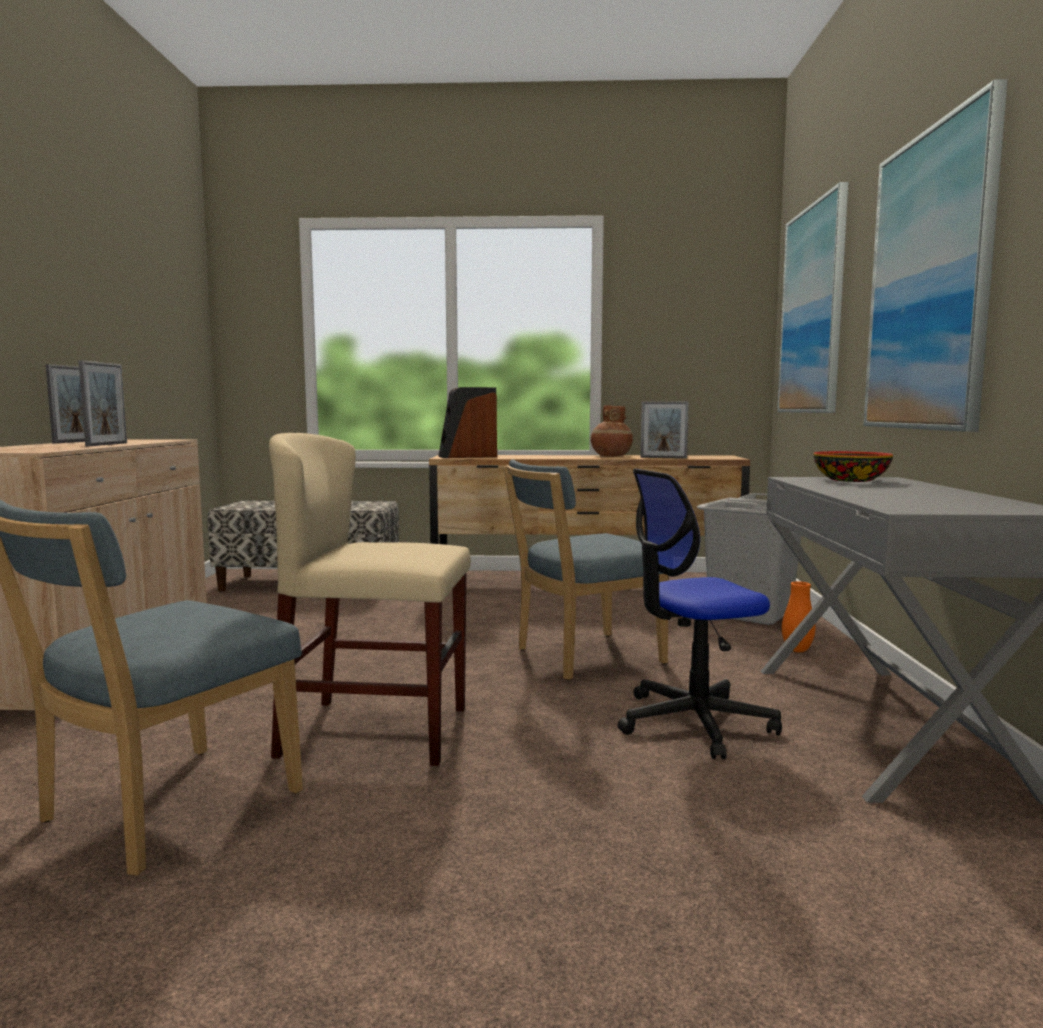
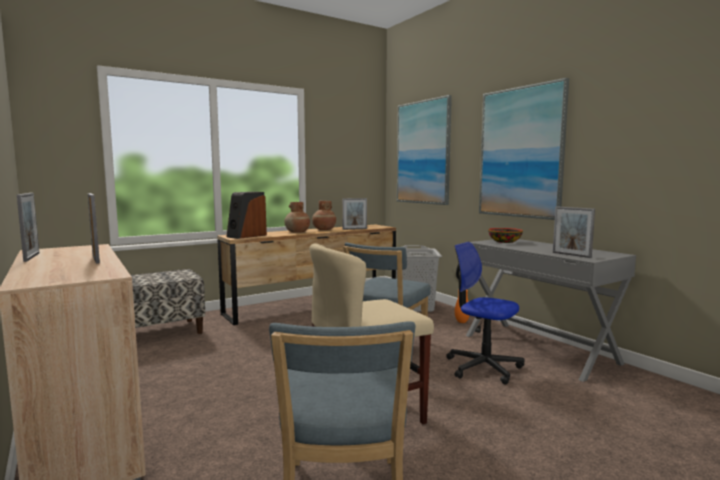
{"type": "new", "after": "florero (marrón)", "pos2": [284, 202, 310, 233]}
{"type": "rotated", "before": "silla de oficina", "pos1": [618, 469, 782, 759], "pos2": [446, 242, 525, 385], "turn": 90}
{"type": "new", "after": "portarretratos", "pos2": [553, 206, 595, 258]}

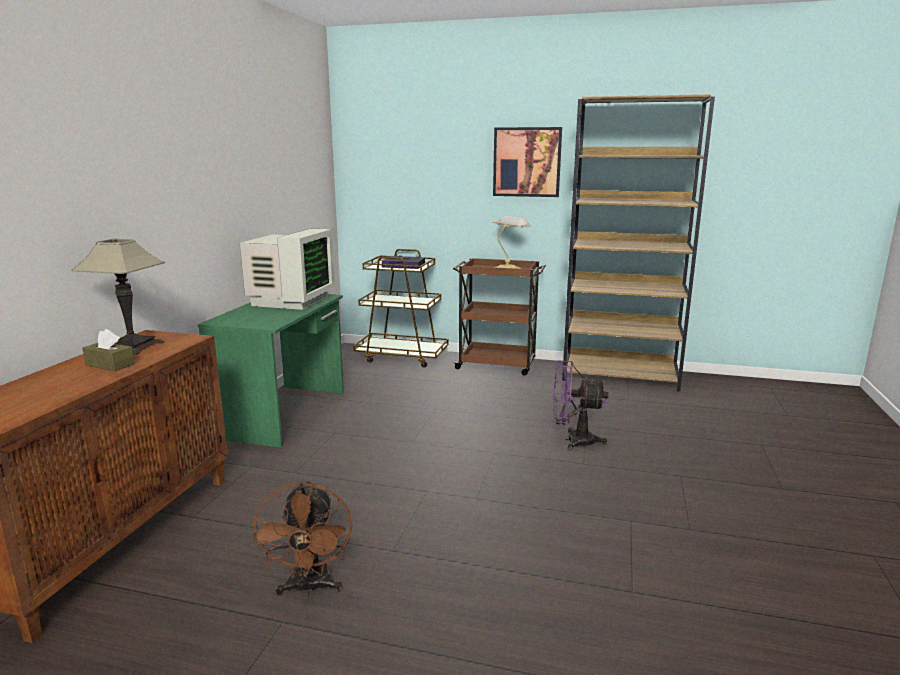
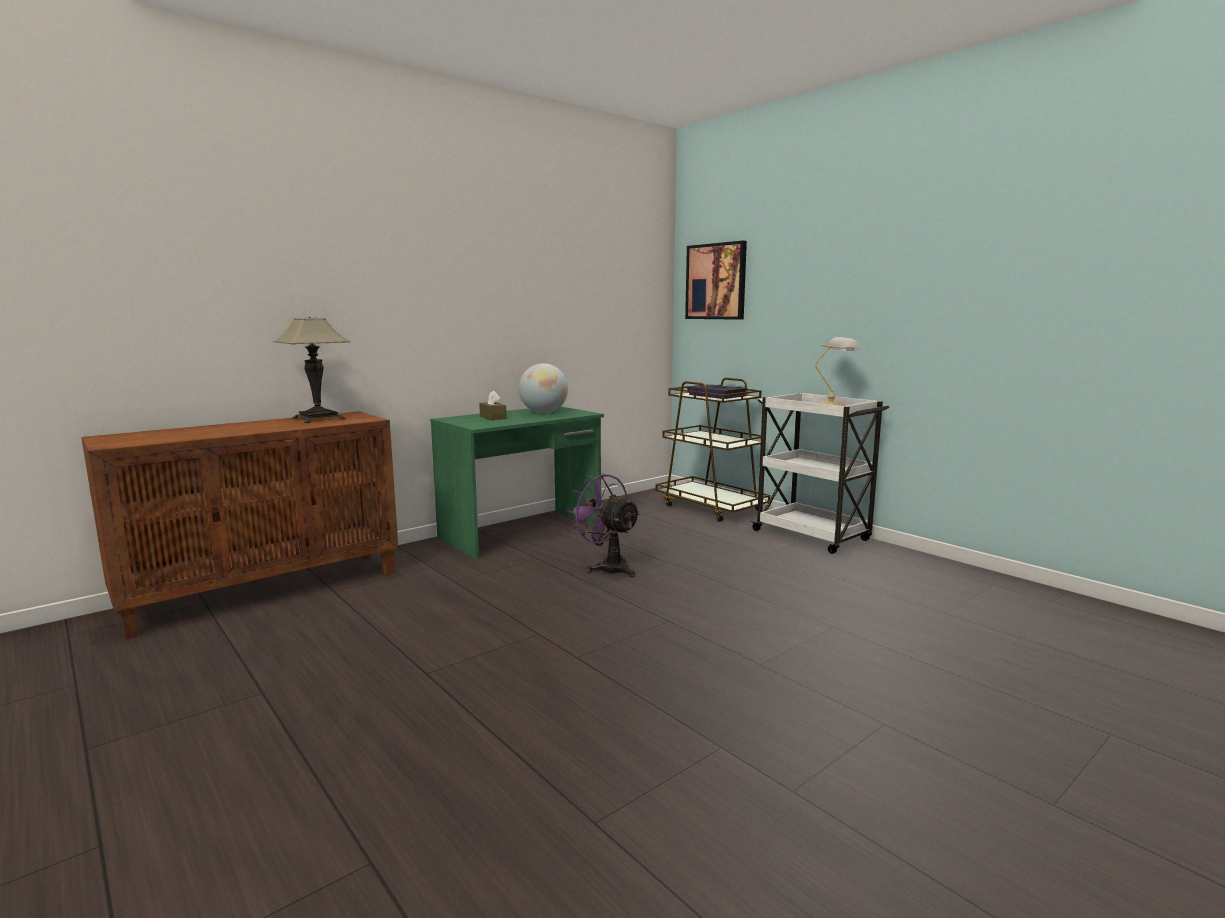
{"type": "shifted", "before": "caja de pañuelos (marrón)", "pos1": [82, 329, 134, 371], "pos2": [479, 391, 507, 420]}
{"type": "swapped", "before": "monitor", "after": "globo terráqueo", "pos1": [240, 229, 335, 310], "pos2": [519, 363, 568, 413]}
{"type": "shifted", "before": "ventilador (morado)", "pos1": [553, 361, 609, 450], "pos2": [566, 473, 641, 577]}
{"type": "shifted", "before": "cuadro", "pos1": [493, 127, 562, 197], "pos2": [685, 241, 747, 320]}
{"type": "repainted", "before": "carrito (marrón)", "after": "carrito (blanco)", "pos1": [452, 258, 546, 376], "pos2": [750, 392, 889, 554]}
{"type": "gone", "before": "ventilador (marrón)", "pos1": [250, 480, 352, 597]}
{"type": "gone", "before": "estantería (marrón)", "pos1": [562, 94, 715, 392]}

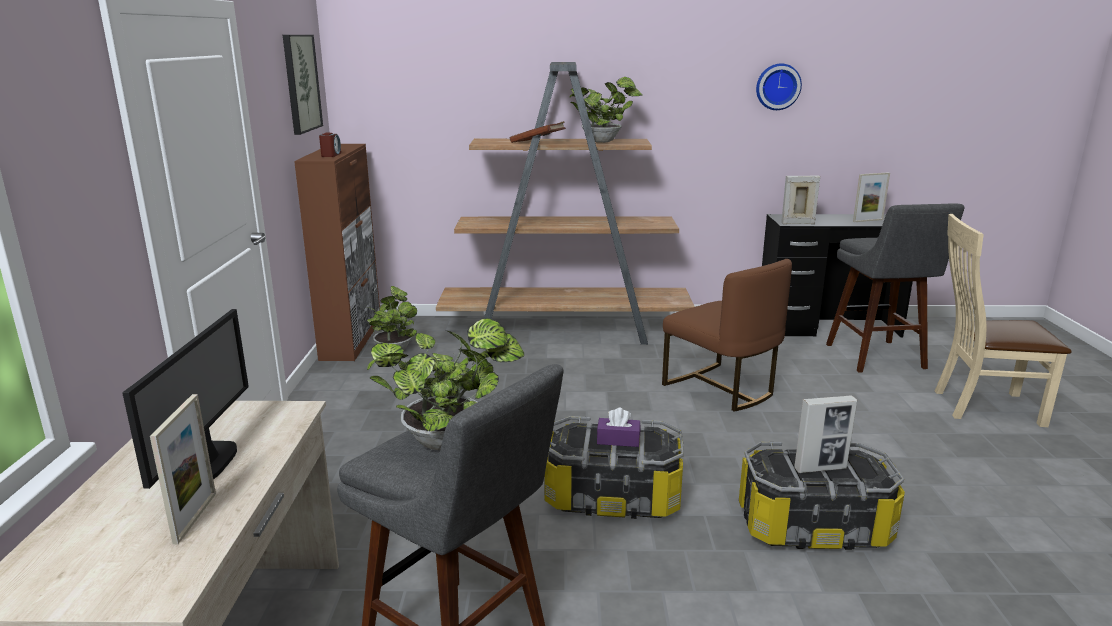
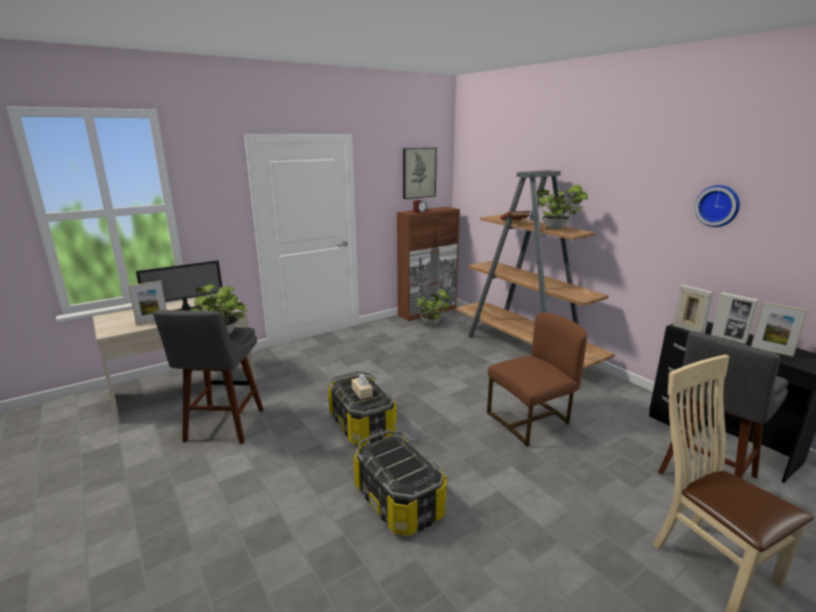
{"type": "repainted", "before": "caja de pañuelos (morado)", "after": "caja de pañuelos (beis)", "pos1": [597, 408, 641, 447], "pos2": [352, 374, 373, 399]}
{"type": "rotated", "before": "silla (marrón)", "pos1": [662, 259, 792, 412], "pos2": [487, 312, 587, 447], "turn": -135}
{"type": "shifted", "before": "portarretratos", "pos1": [794, 395, 857, 473], "pos2": [711, 292, 759, 344]}

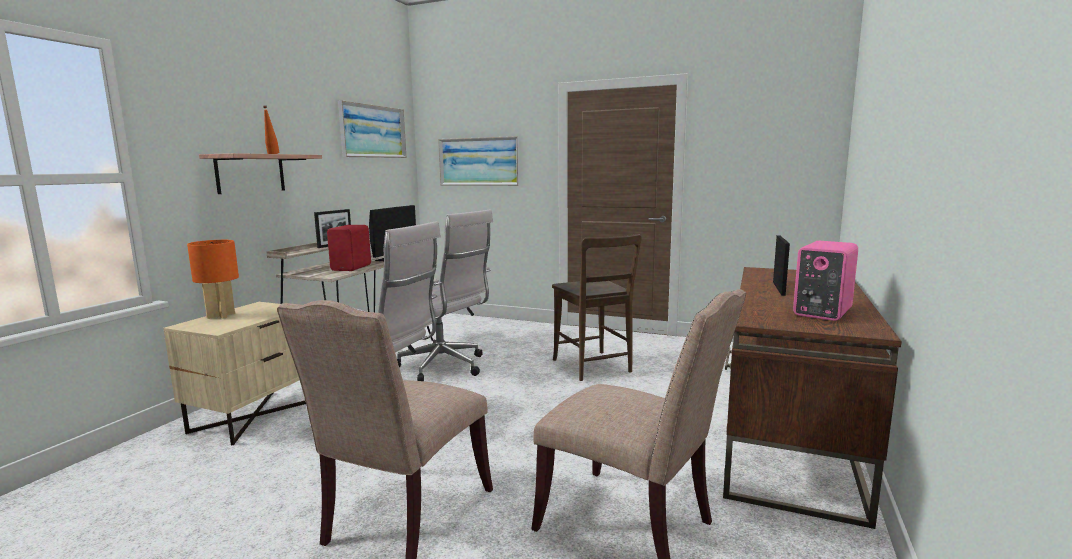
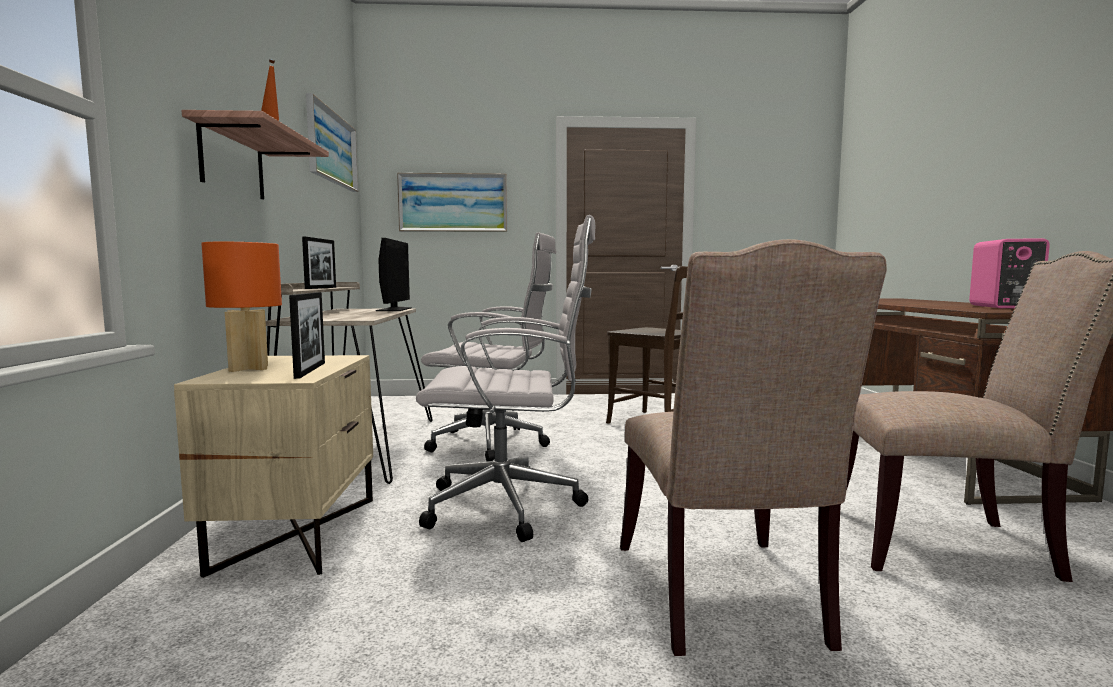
{"type": "shifted", "before": "portarretratos", "pos1": [773, 235, 790, 296], "pos2": [289, 292, 325, 379]}
{"type": "gone", "before": "altavoz (rojo)", "pos1": [327, 225, 371, 271]}

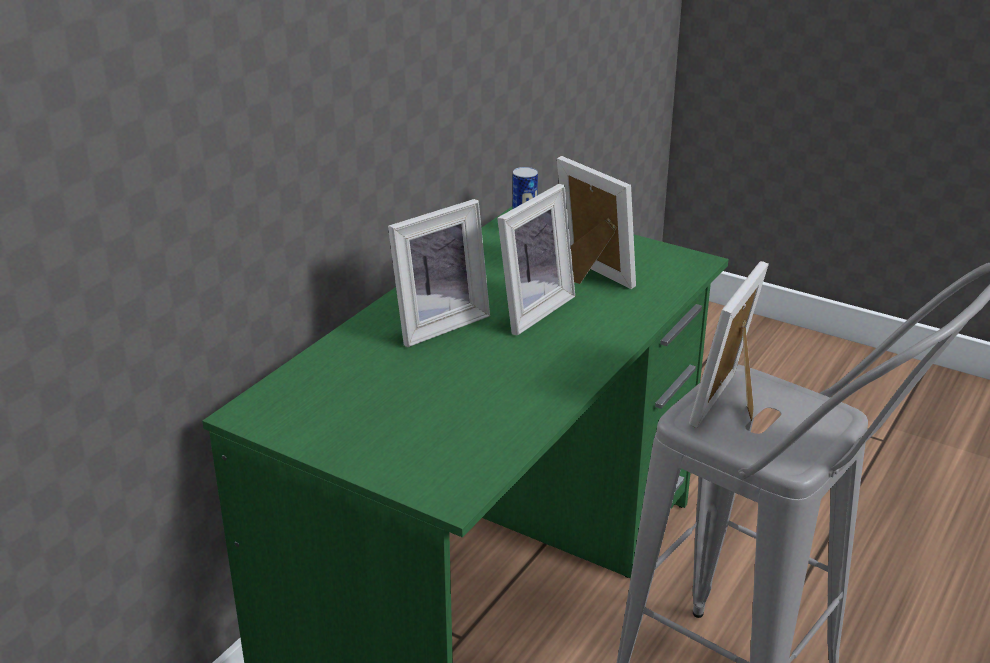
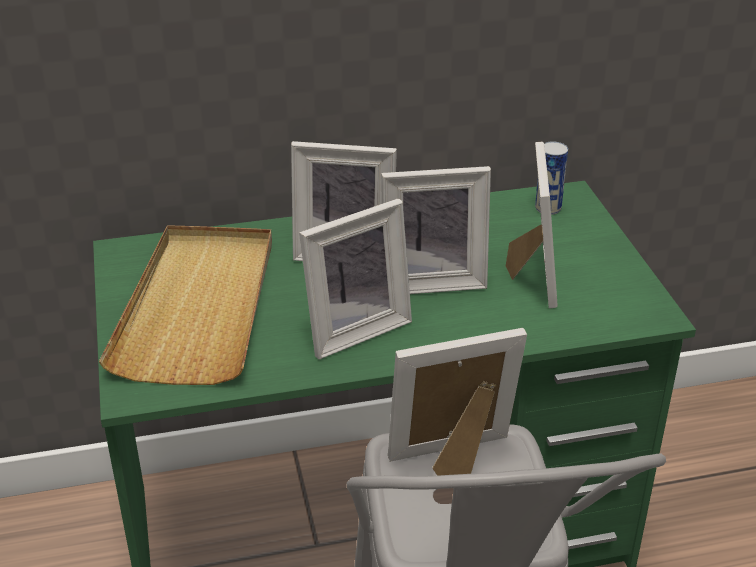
{"type": "new", "after": "bandeja (beis)", "pos2": [99, 225, 272, 385]}
{"type": "new", "after": "portarretratos", "pos2": [299, 199, 412, 359]}

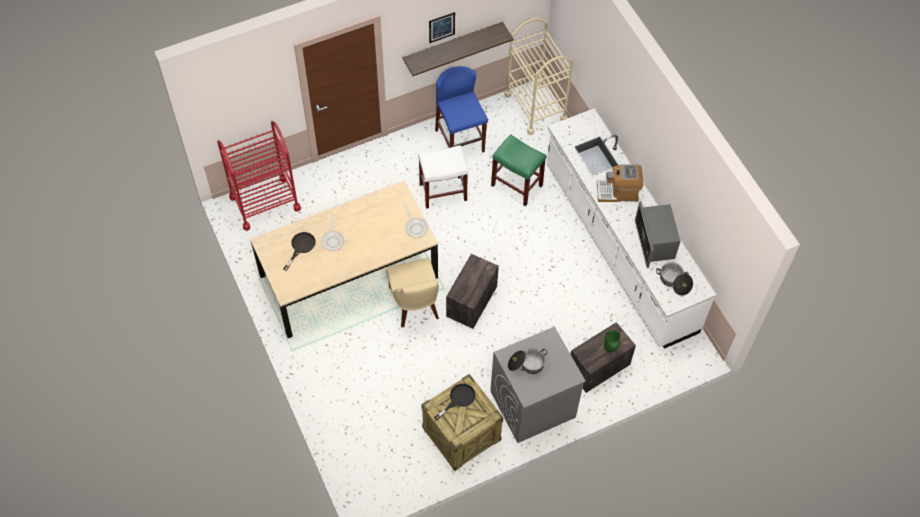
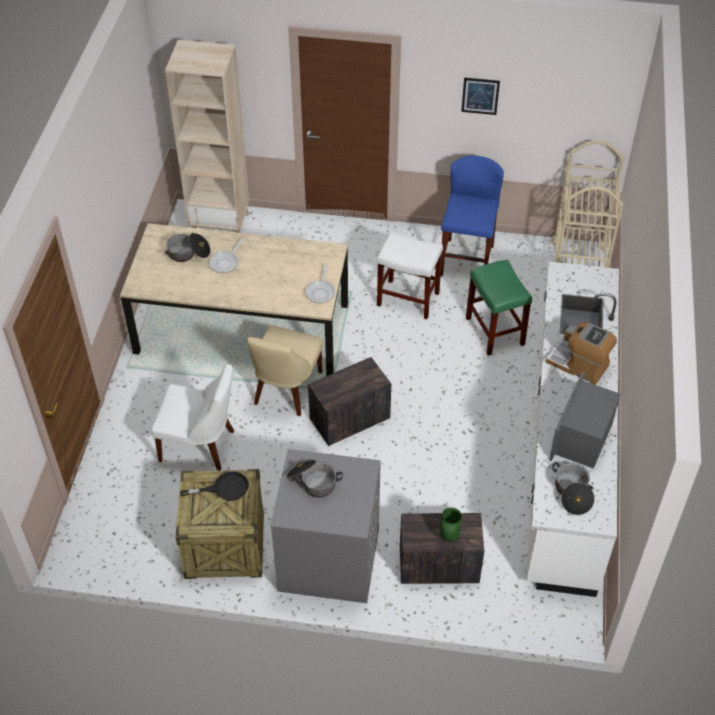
{"type": "new", "after": "silla (blanco)", "pos2": [152, 364, 234, 471]}
{"type": "swapped", "before": "sartén (negro)", "after": "olla", "pos1": [283, 232, 316, 271], "pos2": [164, 233, 210, 262]}
{"type": "swapped", "before": "carrito (rojo)", "after": "estantería (beis)", "pos1": [217, 121, 301, 231], "pos2": [165, 40, 249, 233]}
{"type": "gone", "before": "estante", "pos1": [403, 22, 514, 76]}

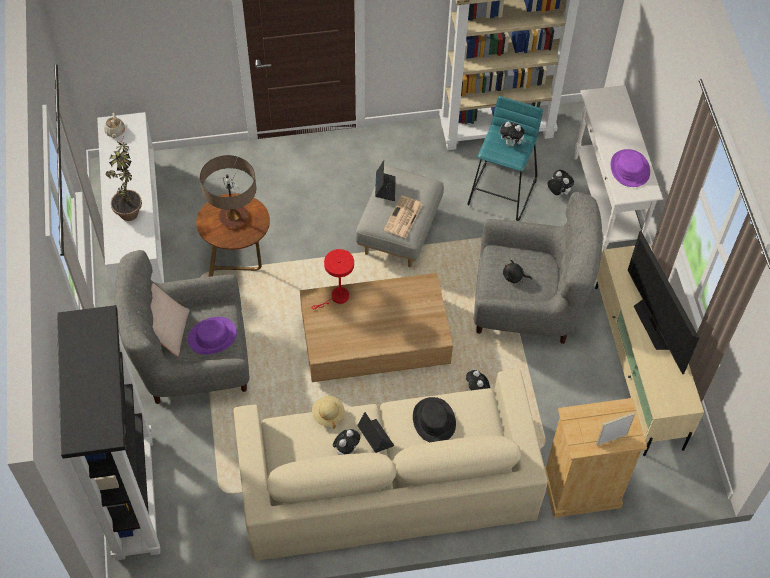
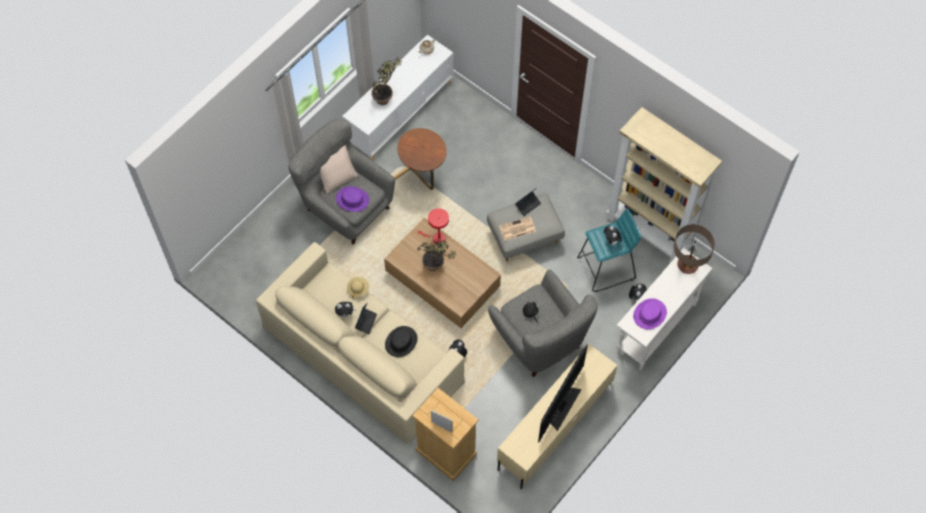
{"type": "new", "after": "planta en maceta", "pos2": [417, 240, 457, 271]}
{"type": "shifted", "before": "lámpara de mesa", "pos1": [200, 155, 256, 228], "pos2": [674, 224, 715, 274]}
{"type": "gone", "before": "estantería (negro)", "pos1": [57, 305, 160, 560]}

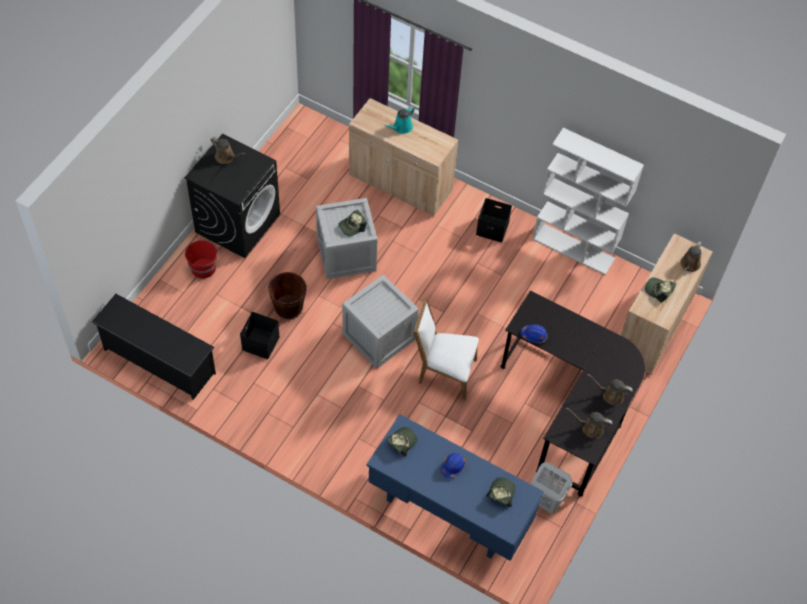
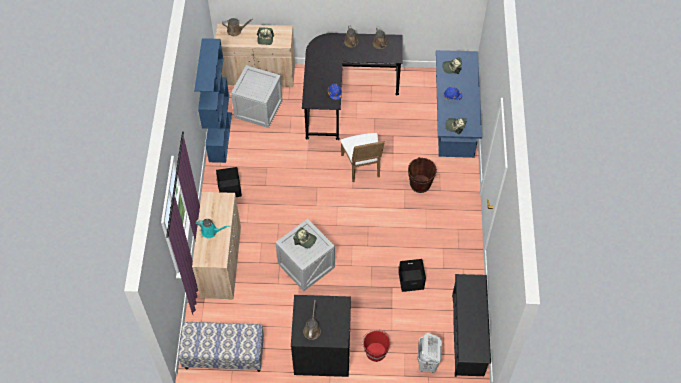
{"type": "new", "after": "banco", "pos2": [178, 322, 264, 372]}
{"type": "repainted", "before": "estantería (blanco)", "after": "estantería (azul)", "pos1": [532, 128, 644, 275], "pos2": [194, 38, 232, 163]}
{"type": "shifted", "before": "caja de embalaje", "pos1": [342, 275, 419, 369], "pos2": [231, 65, 283, 128]}
{"type": "shifted", "before": "cubo (marrón)", "pos1": [268, 272, 307, 319], "pos2": [408, 157, 437, 193]}
{"type": "shifted", "before": "cesto de la ropa (blanco)", "pos1": [531, 462, 572, 514], "pos2": [418, 333, 442, 373]}

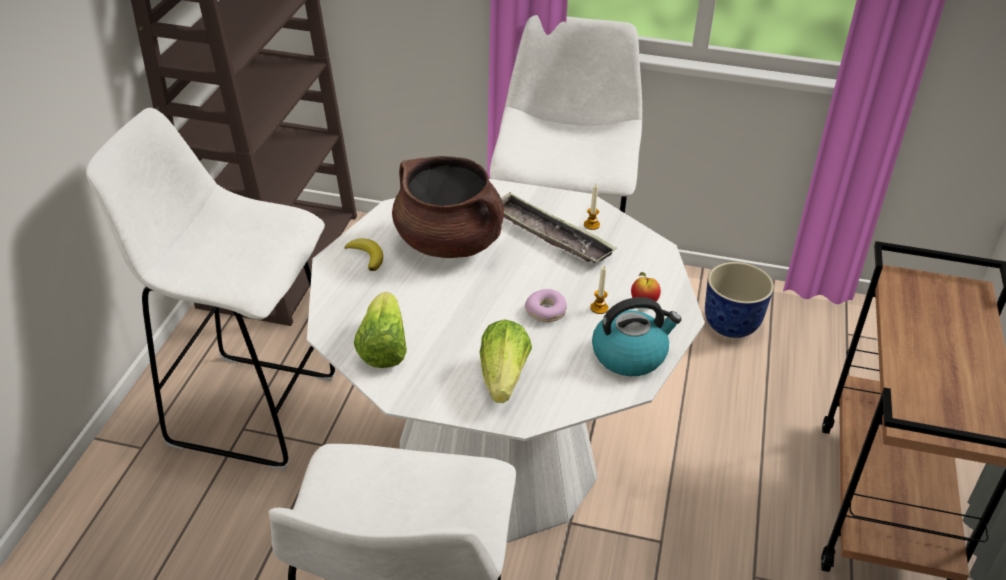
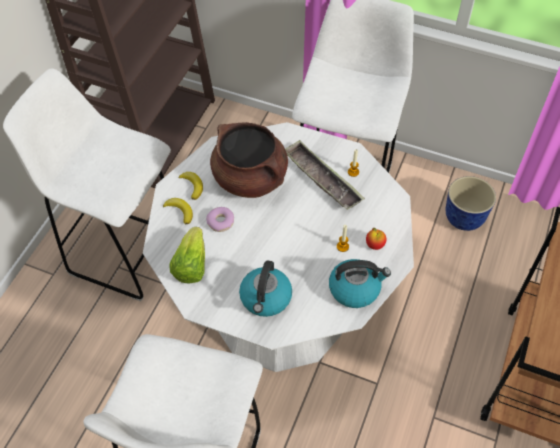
{"type": "new", "after": "plátano", "pos2": [163, 198, 193, 225]}
{"type": "shifted", "before": "rosquilla", "pos1": [525, 289, 567, 322], "pos2": [206, 207, 234, 232]}
{"type": "swapped", "before": "lechuga", "after": "hervidor", "pos1": [480, 319, 532, 403], "pos2": [239, 260, 292, 317]}

